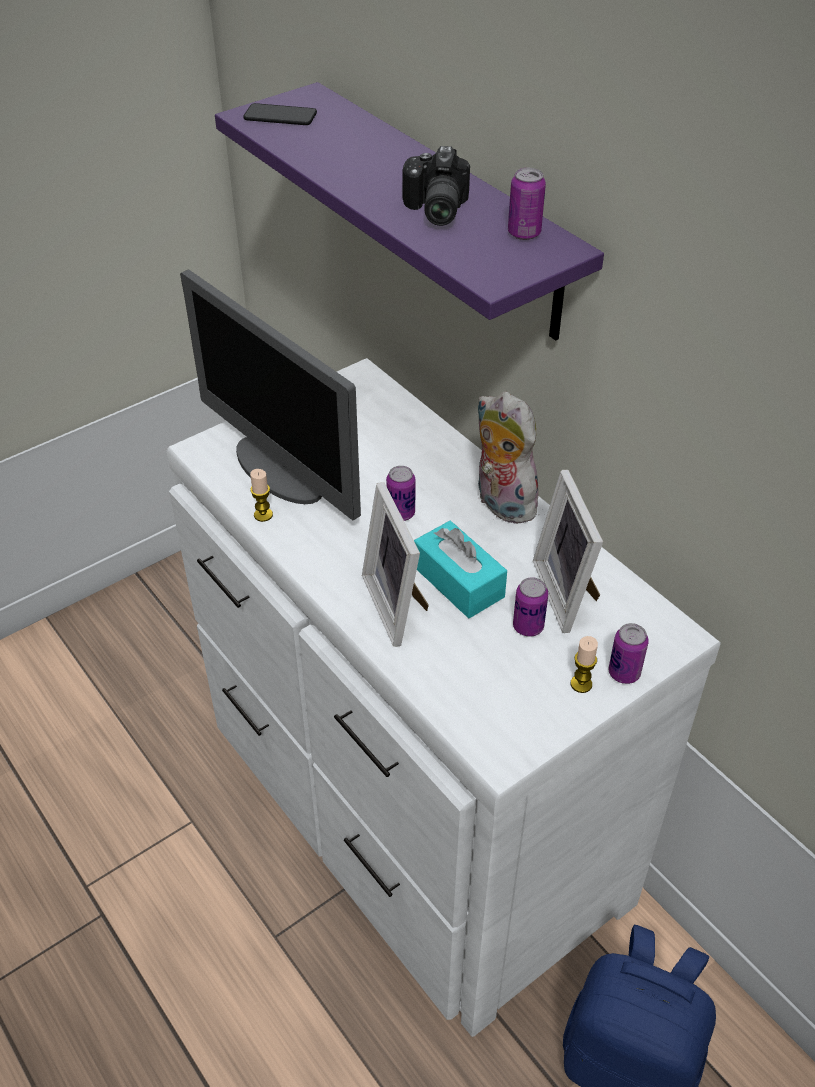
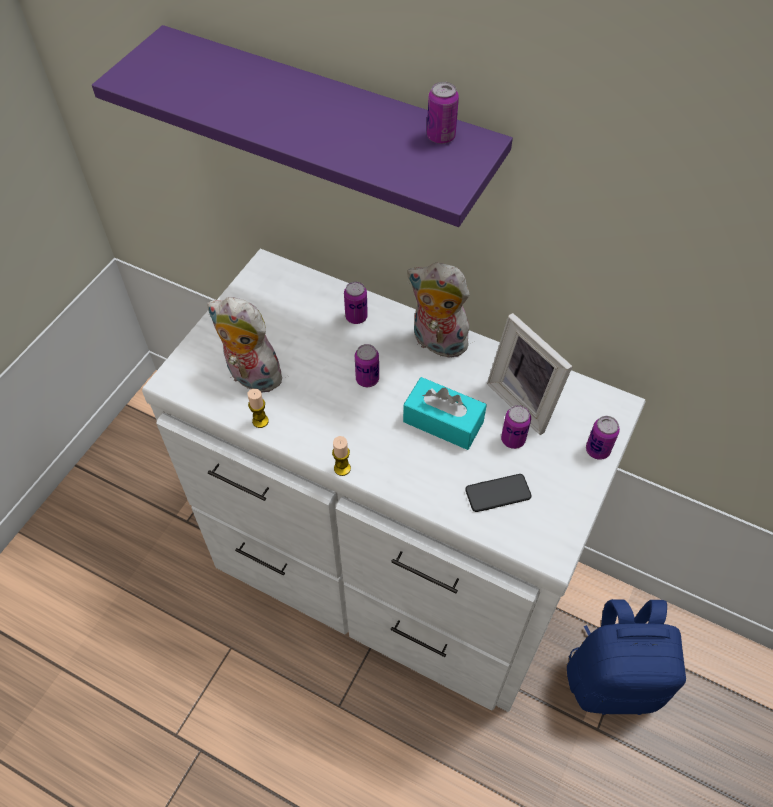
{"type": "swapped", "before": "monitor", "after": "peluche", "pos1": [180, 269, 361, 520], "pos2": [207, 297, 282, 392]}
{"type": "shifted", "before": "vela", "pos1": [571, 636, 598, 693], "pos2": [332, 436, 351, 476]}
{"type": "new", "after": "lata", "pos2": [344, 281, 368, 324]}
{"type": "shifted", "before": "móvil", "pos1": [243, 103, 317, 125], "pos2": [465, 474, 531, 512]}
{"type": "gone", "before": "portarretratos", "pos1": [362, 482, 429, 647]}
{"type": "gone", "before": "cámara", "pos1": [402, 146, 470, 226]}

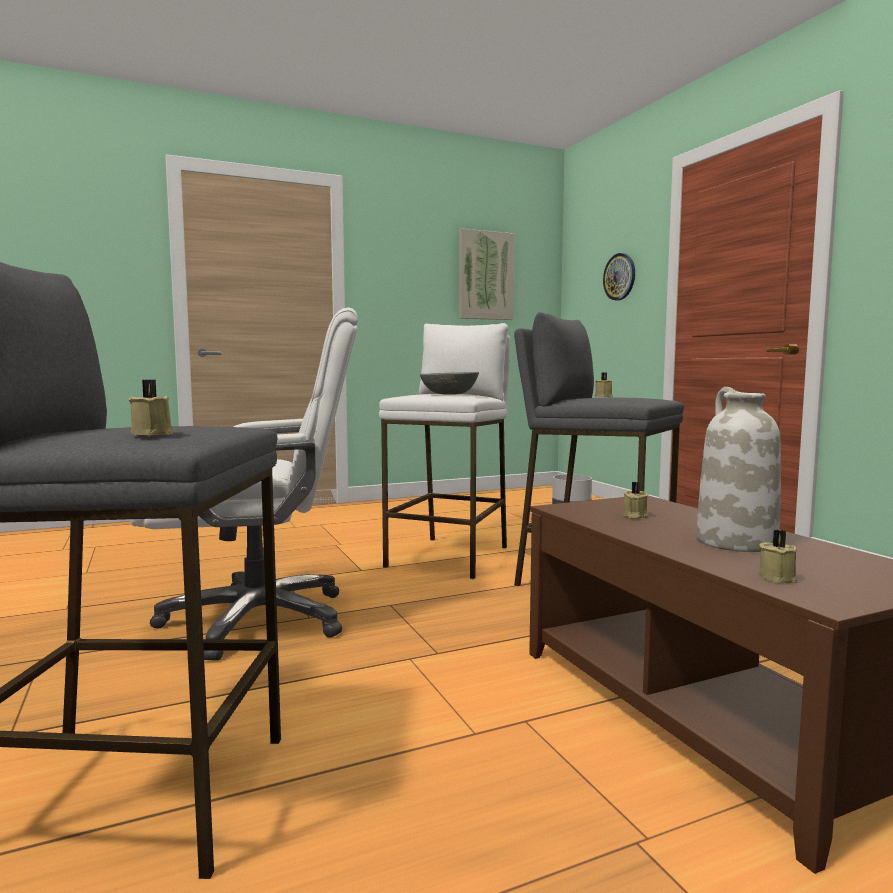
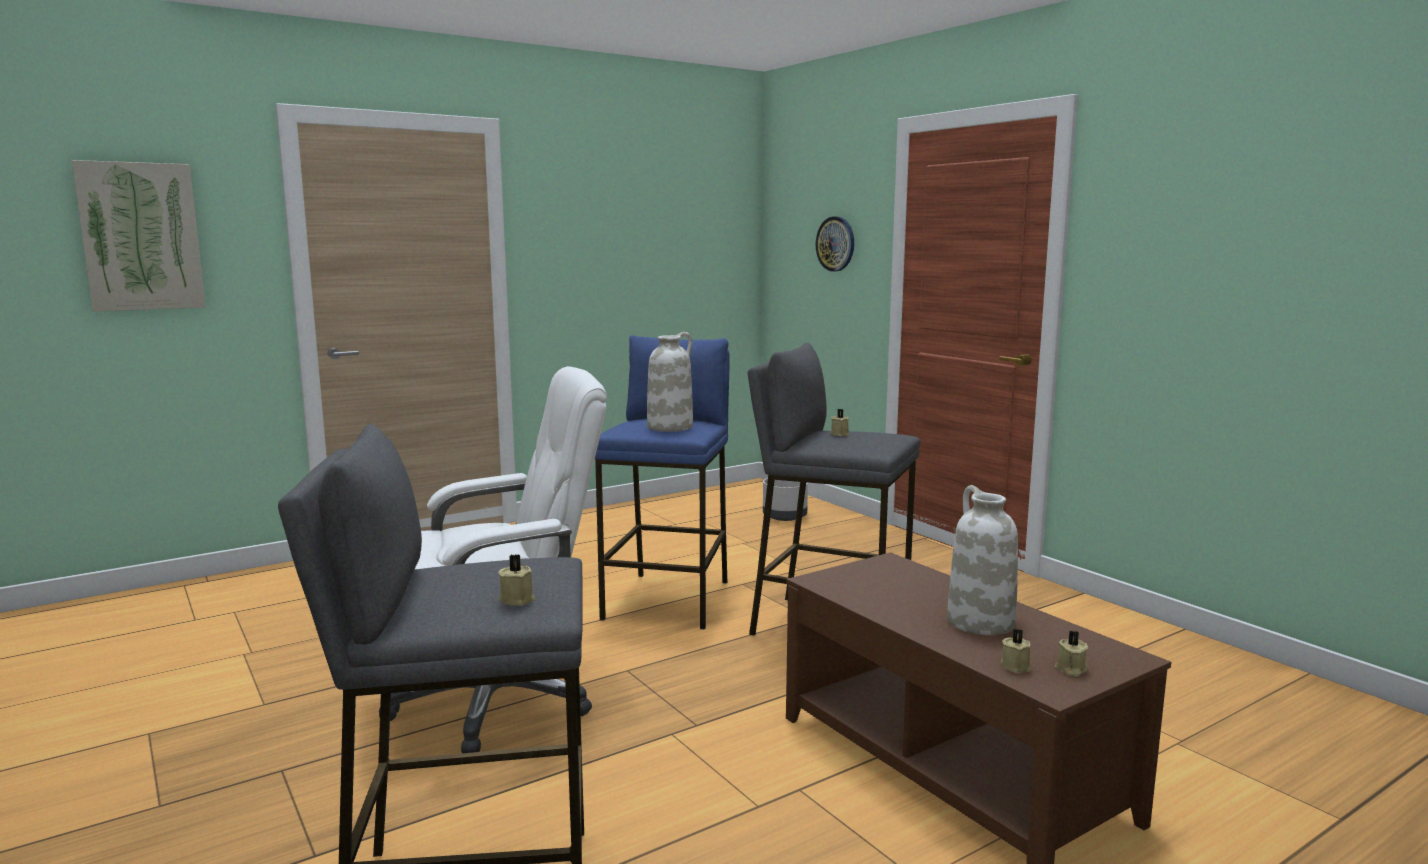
{"type": "shifted", "before": "cuadro", "pos1": [459, 228, 514, 320], "pos2": [72, 160, 206, 312]}
{"type": "repainted", "before": "taburete (blanco)", "after": "taburete (azul)", "pos1": [379, 323, 511, 579], "pos2": [595, 335, 730, 630]}
{"type": "swapped", "before": "cuenco (gris)", "after": "florero (blanco)", "pos1": [420, 372, 479, 395], "pos2": [647, 332, 693, 432]}
{"type": "shifted", "before": "vela (beis)", "pos1": [622, 482, 649, 519], "pos2": [1055, 630, 1088, 677]}

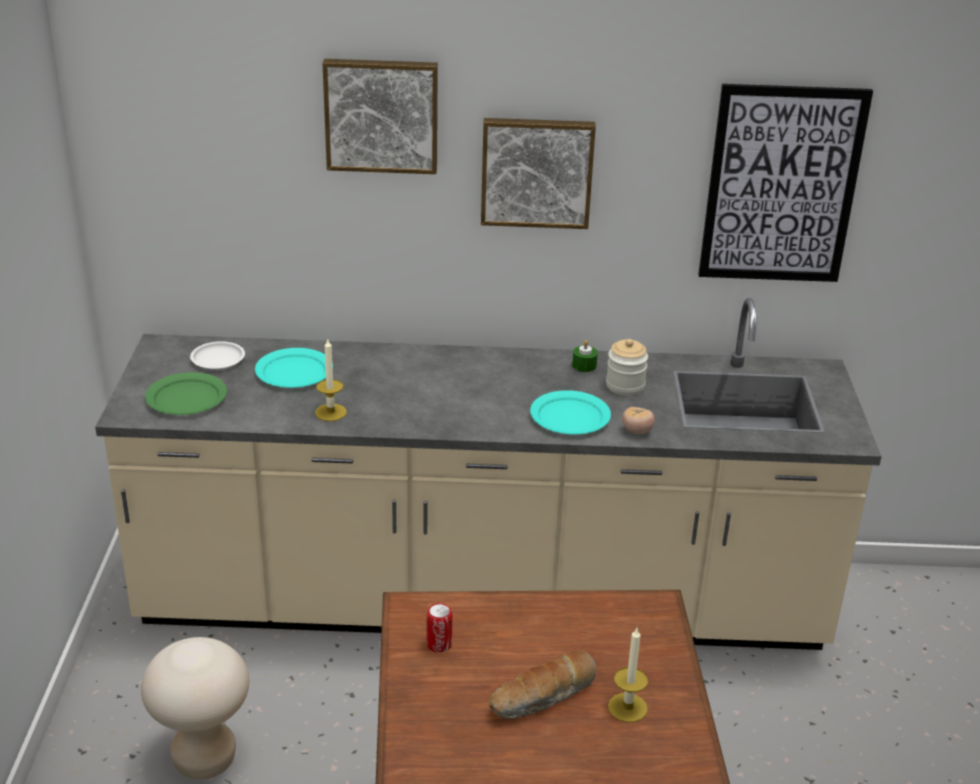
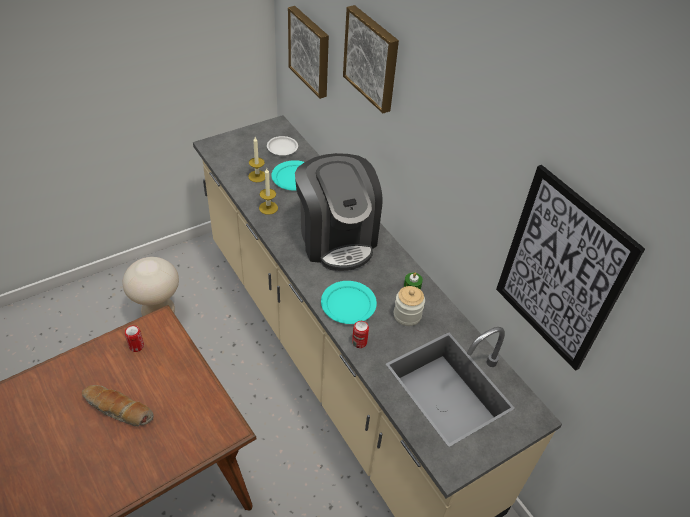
{"type": "shifted", "before": "vela", "pos1": [608, 628, 648, 722], "pos2": [248, 137, 265, 182]}
{"type": "shifted", "before": "cuadro", "pos1": [481, 118, 596, 229], "pos2": [288, 6, 329, 99]}
{"type": "new", "after": "cafetera", "pos2": [295, 153, 383, 271]}
{"type": "swapped", "before": "tomate", "after": "lata", "pos1": [622, 407, 655, 434], "pos2": [352, 321, 369, 348]}
{"type": "gone", "before": "plato (verde)", "pos1": [145, 372, 227, 415]}

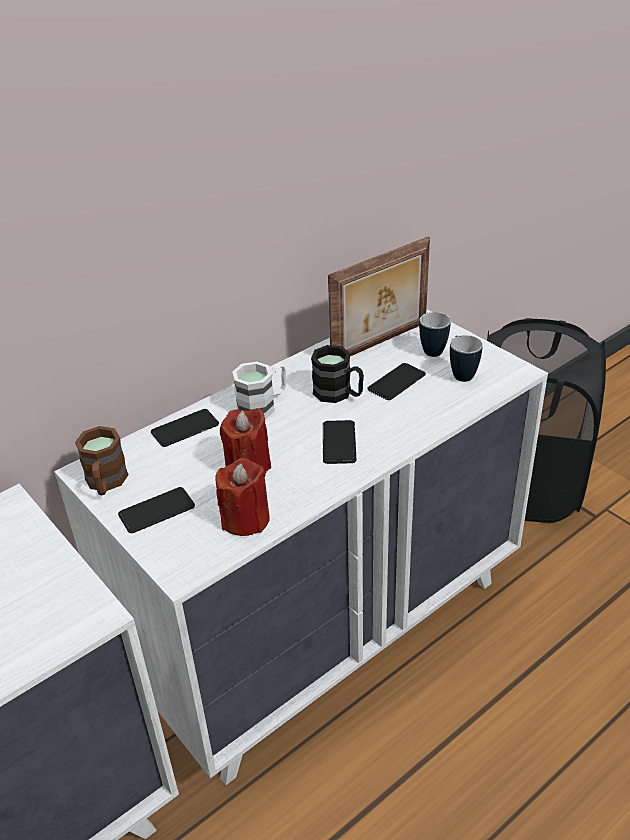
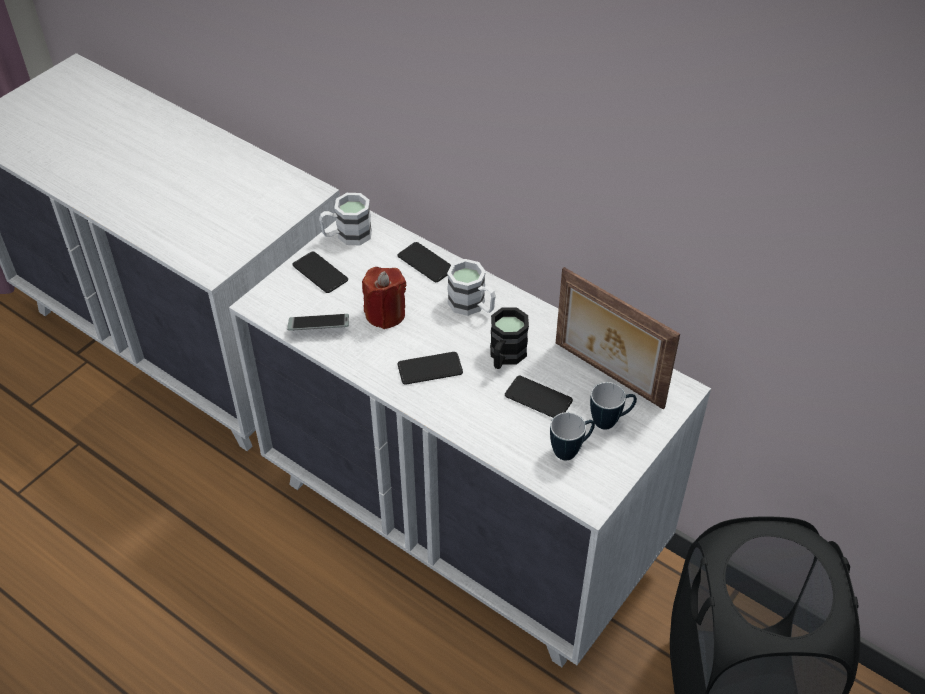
{"type": "swapped", "before": "vela (rojo)", "after": "móvil", "pos1": [215, 458, 270, 536], "pos2": [287, 314, 349, 331]}
{"type": "repainted", "before": "taza grande (marrón)", "after": "taza grande (blanco)", "pos1": [75, 426, 129, 495], "pos2": [319, 193, 372, 245]}

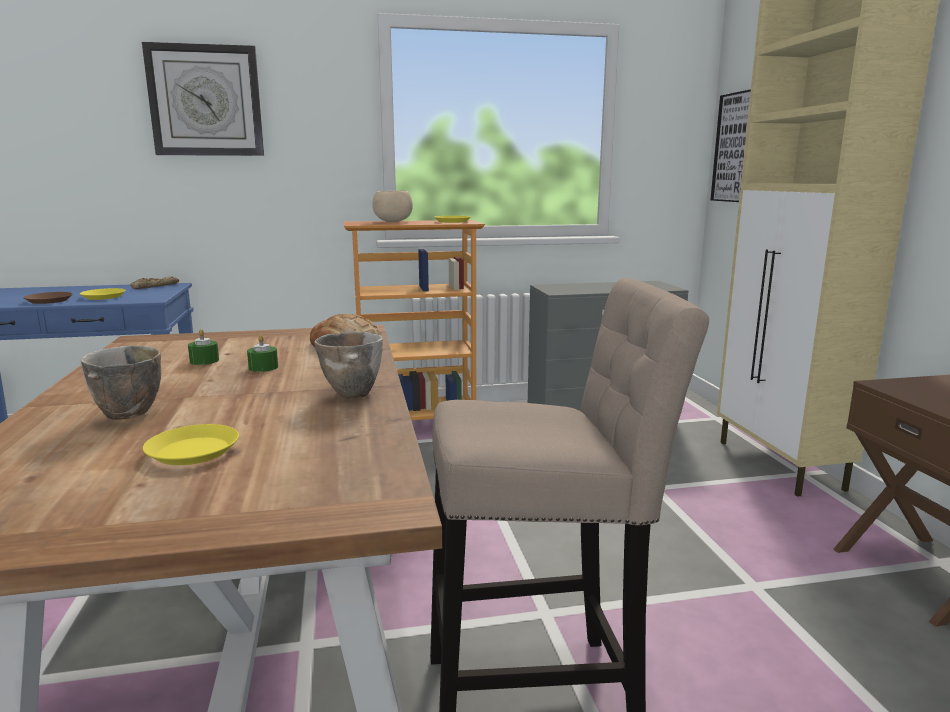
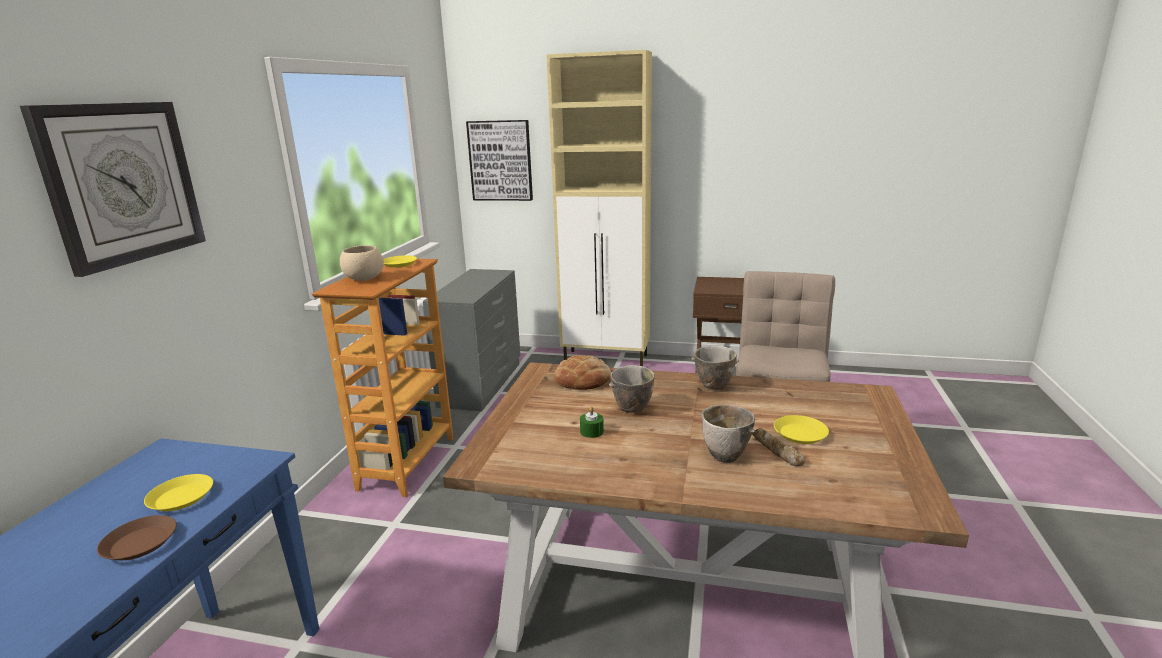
{"type": "swapped", "before": "vela (verde)", "after": "cuenco", "pos1": [247, 335, 278, 372], "pos2": [609, 365, 655, 413]}
{"type": "shifted", "before": "pan", "pos1": [130, 276, 179, 289], "pos2": [752, 428, 805, 466]}

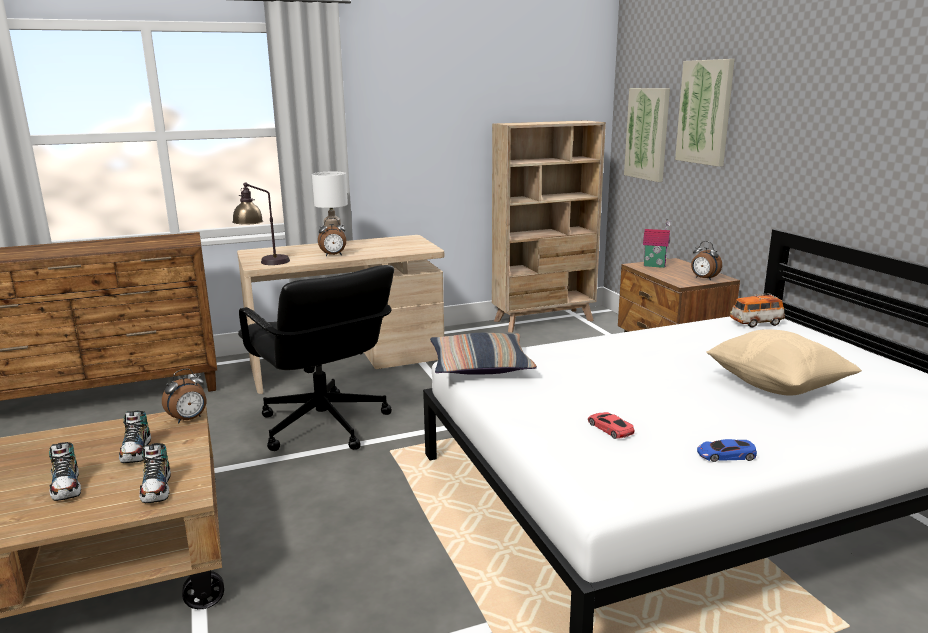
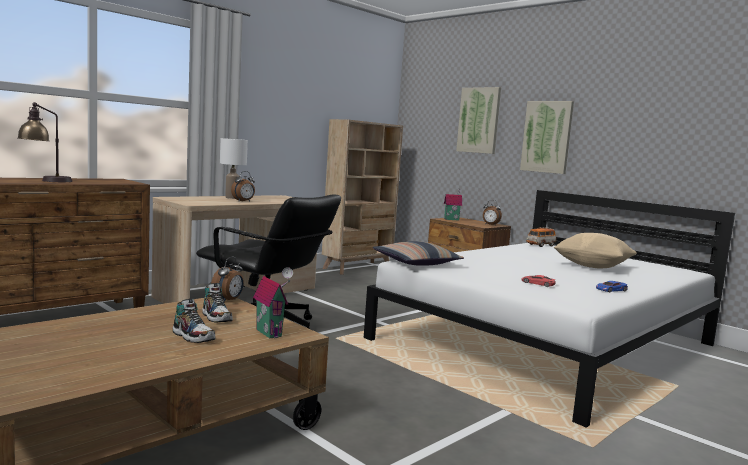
{"type": "shifted", "before": "lámpara de mesa", "pos1": [232, 182, 290, 265], "pos2": [18, 102, 72, 182]}
{"type": "swapped", "before": "zapato", "after": "casita", "pos1": [139, 443, 171, 503], "pos2": [253, 267, 293, 338]}
{"type": "shifted", "before": "cuadro", "pos1": [624, 88, 670, 182], "pos2": [520, 101, 574, 174]}

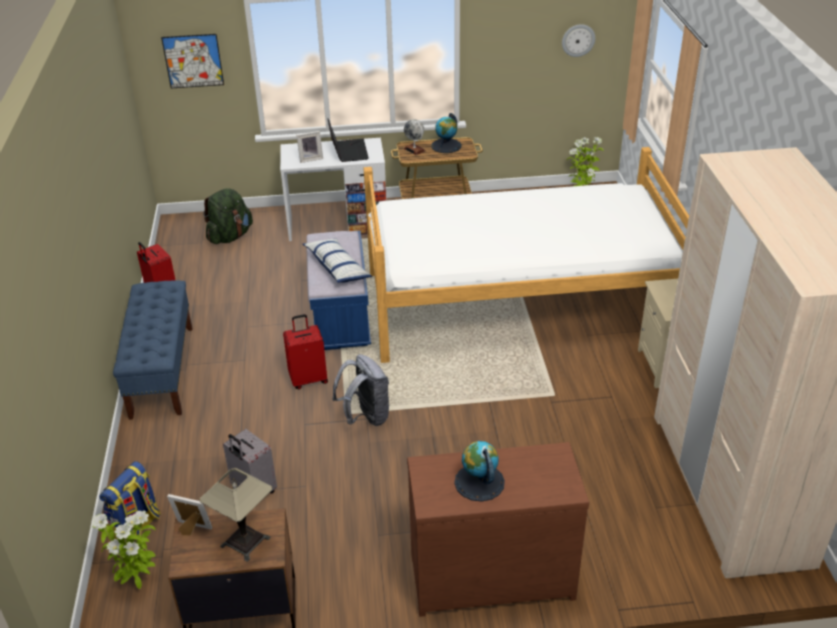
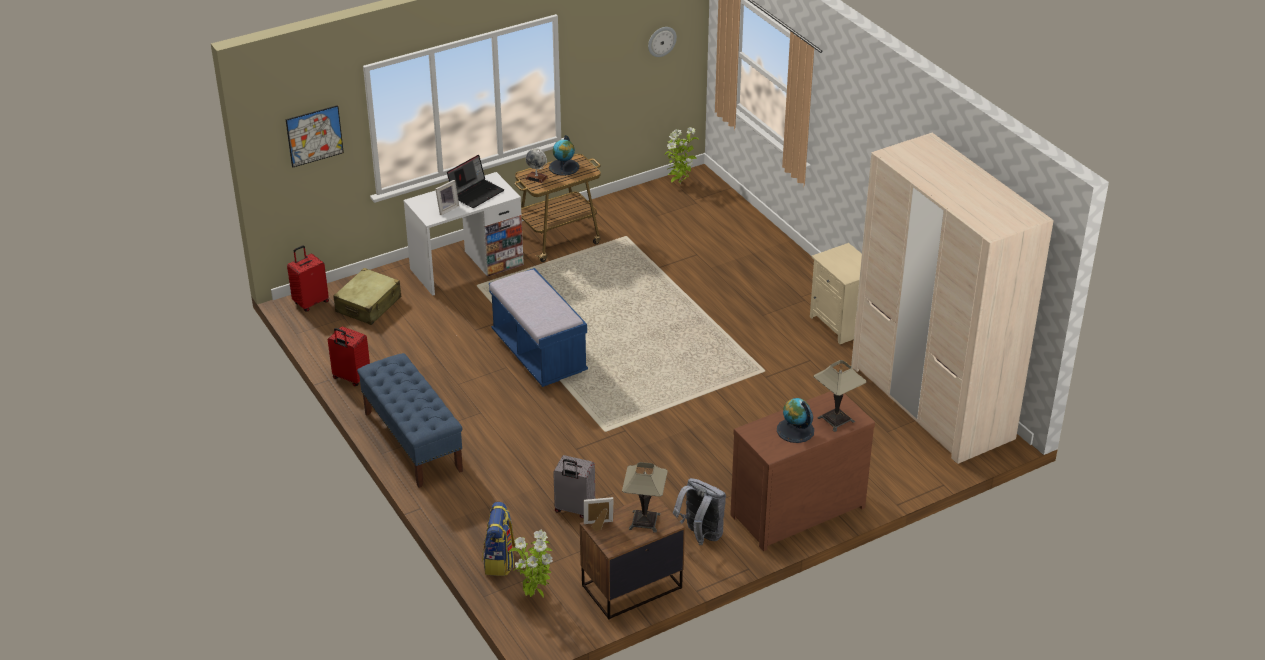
{"type": "shifted", "before": "maleta (rojo)", "pos1": [283, 314, 328, 389], "pos2": [287, 245, 329, 311]}
{"type": "swapped", "before": "mochila (verde)", "after": "maleta (beis)", "pos1": [203, 188, 253, 244], "pos2": [333, 268, 401, 325]}
{"type": "rotated", "before": "portátil", "pos1": [327, 118, 369, 162], "pos2": [447, 155, 504, 208], "turn": 75}
{"type": "shifted", "before": "mochila (gris)", "pos1": [332, 354, 389, 426], "pos2": [673, 478, 726, 545]}
{"type": "new", "after": "lámpara de mesa", "pos2": [814, 360, 866, 432]}
{"type": "gone", "before": "cojín", "pos1": [303, 239, 372, 283]}
{"type": "gone", "before": "cama", "pos1": [364, 147, 689, 363]}

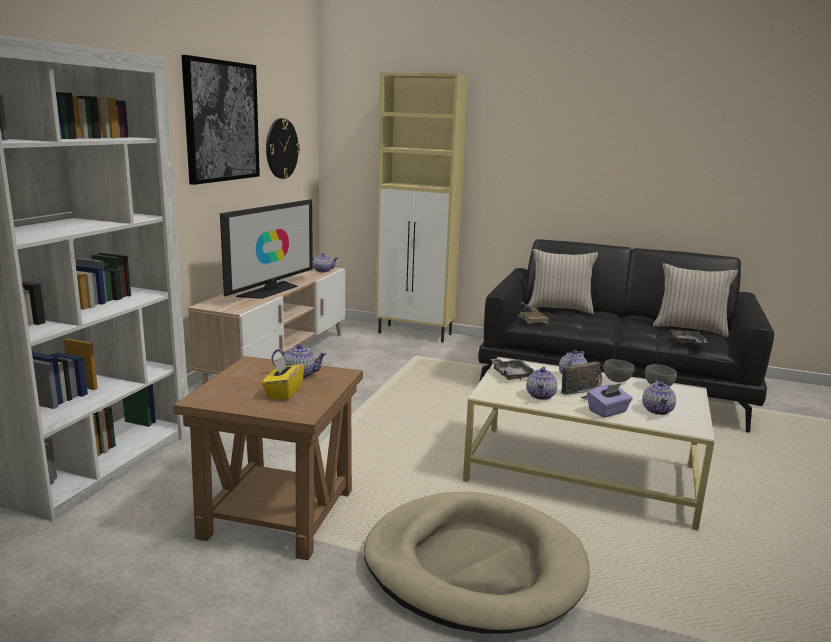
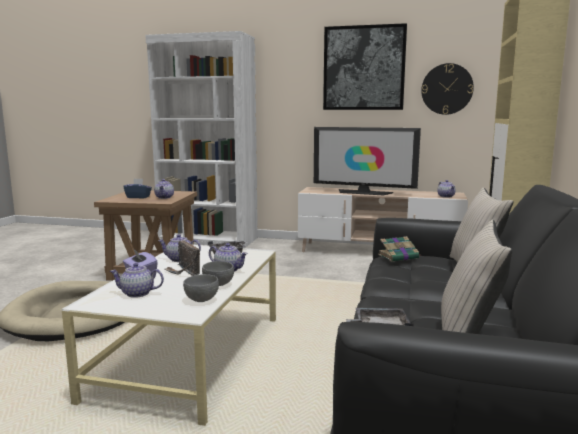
{"type": "repainted", "before": "caja de pañuelos (amarillo)", "after": "caja de pañuelos (azul)", "pos1": [262, 357, 304, 400], "pos2": [123, 179, 152, 198]}

